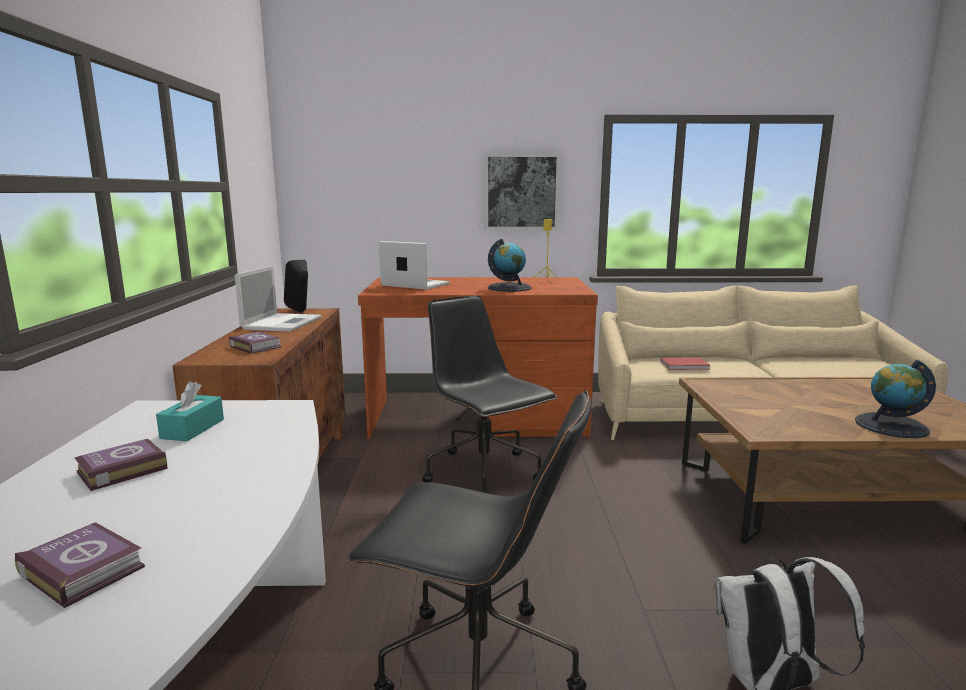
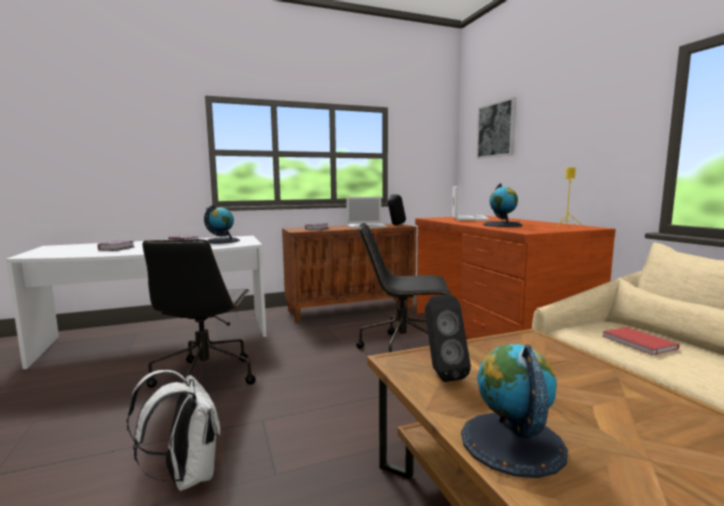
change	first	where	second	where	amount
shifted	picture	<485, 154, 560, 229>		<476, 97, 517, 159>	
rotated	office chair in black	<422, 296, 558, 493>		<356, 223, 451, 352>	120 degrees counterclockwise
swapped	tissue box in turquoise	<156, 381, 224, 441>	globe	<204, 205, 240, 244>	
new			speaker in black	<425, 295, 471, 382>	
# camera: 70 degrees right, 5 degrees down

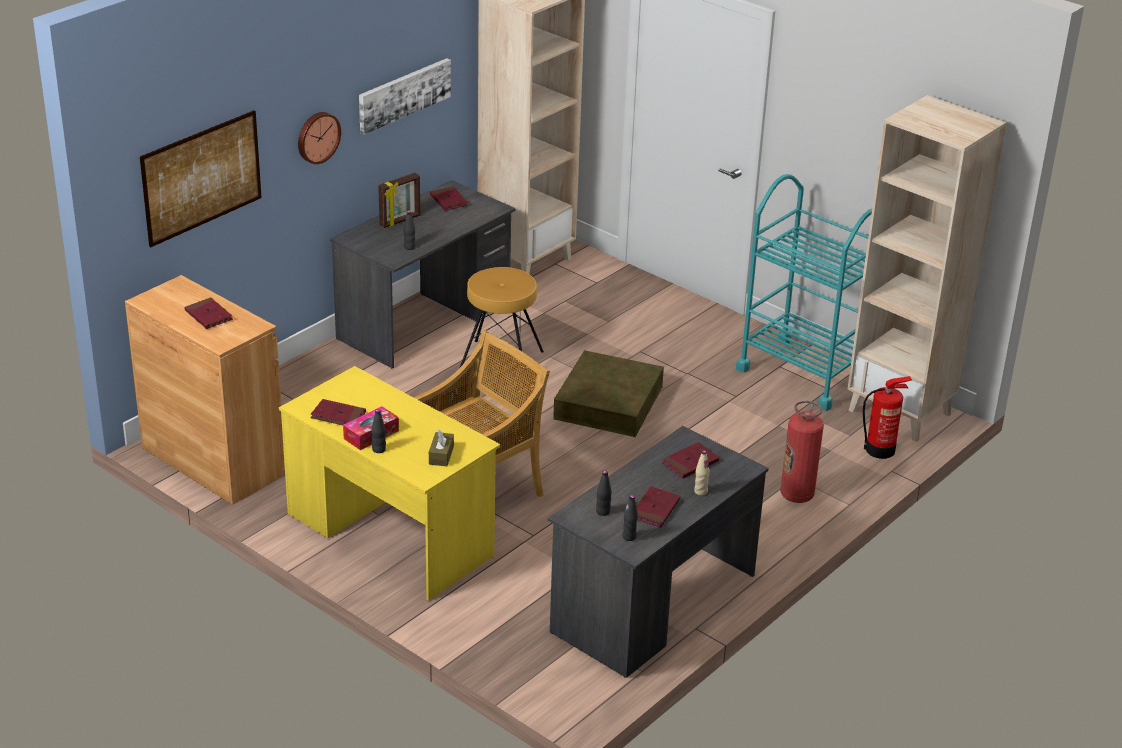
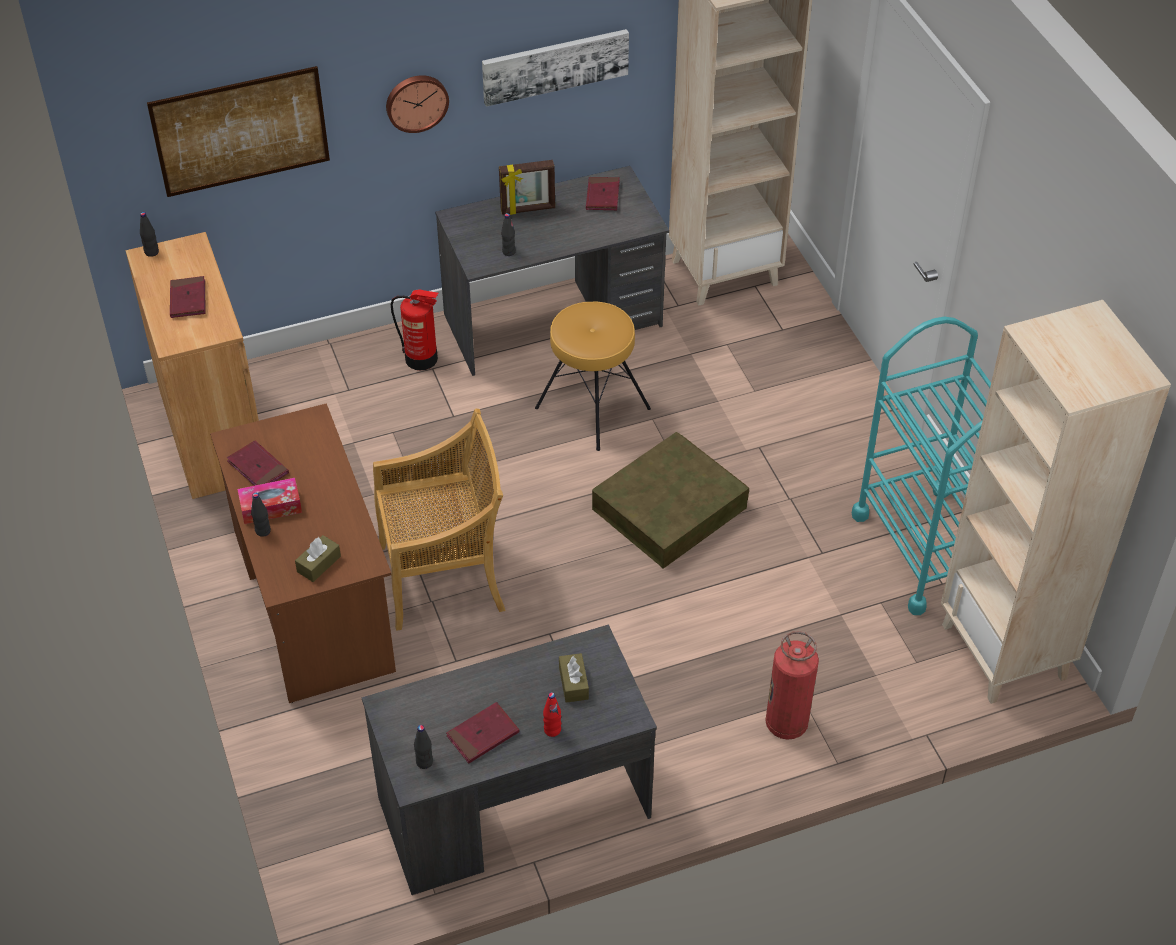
change	first	where	second	where	amount
repainted	desk in yellow	<279, 366, 500, 601>	desk in brown	<210, 403, 396, 703>	
shifted	fire extinguisher	<863, 376, 912, 459>		<390, 289, 438, 370>	
swapped	book in red	<662, 442, 719, 479>	tissue box in brown	<559, 653, 589, 703>	
repainted	bottle in beige	<694, 450, 710, 495>	bottle in red	<543, 692, 561, 737>	
shifted	bottle in black	<596, 470, 612, 516>		<140, 212, 159, 257>	
# camera: 30 degrees right, 15 degrees up

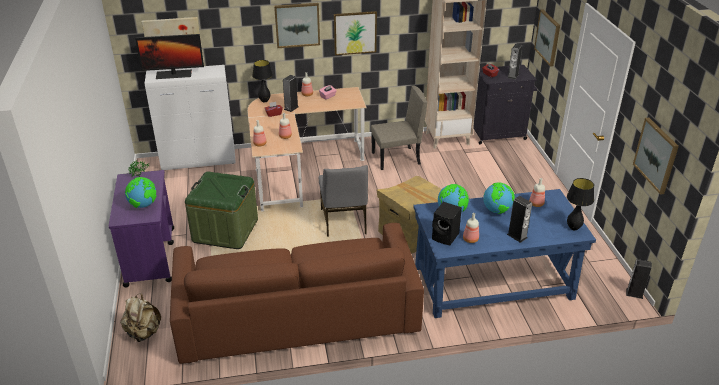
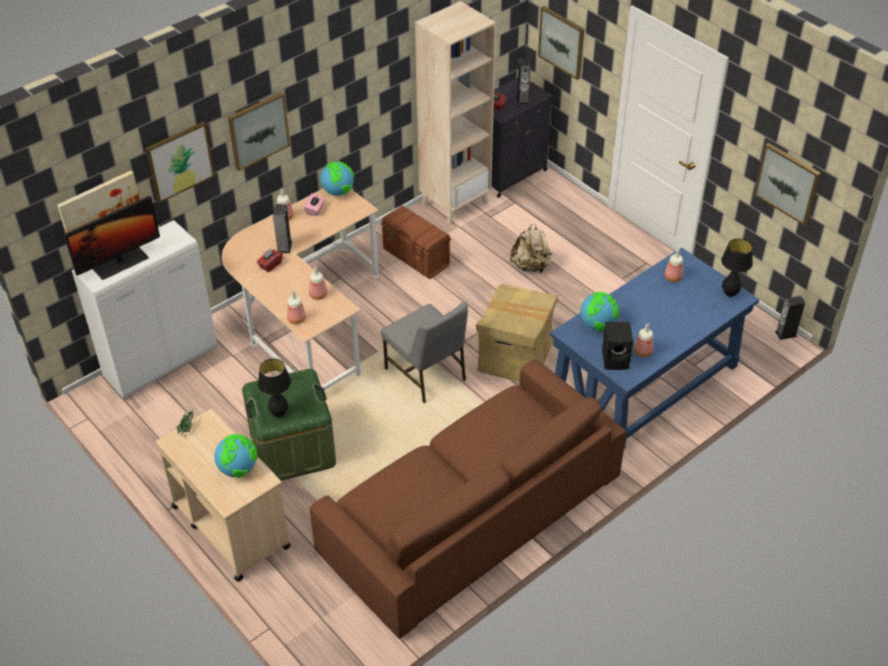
change	first	where	second	where	amount
shifted	picture	<334, 11, 377, 55>		<146, 122, 215, 203>	
shifted	table lamp in black	<252, 60, 273, 102>		<258, 359, 291, 417>	
swapped	chair in beige	<371, 85, 427, 170>	storage box in brown	<380, 206, 451, 279>	
repainted	cart in purple	<109, 170, 174, 287>	cart in beige	<156, 409, 291, 581>	
shifted	globe	<483, 183, 515, 214>		<320, 161, 354, 196>	
gone	speaker	<507, 196, 533, 243>			
shifted	backpack in beige	<120, 294, 161, 342>		<510, 224, 552, 274>	
# camera: 30 degrees left, 10 degrees up

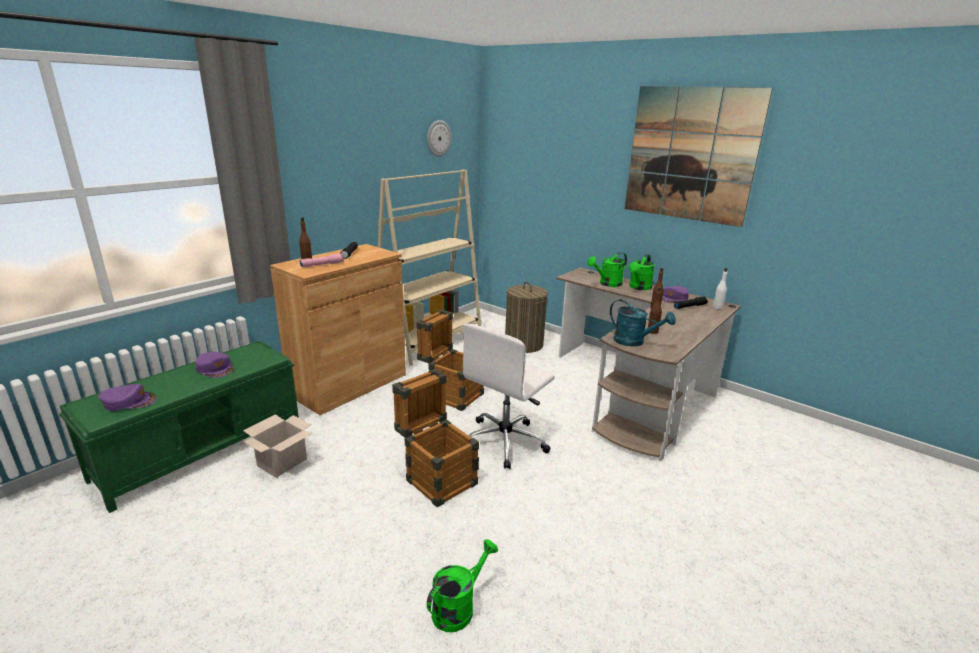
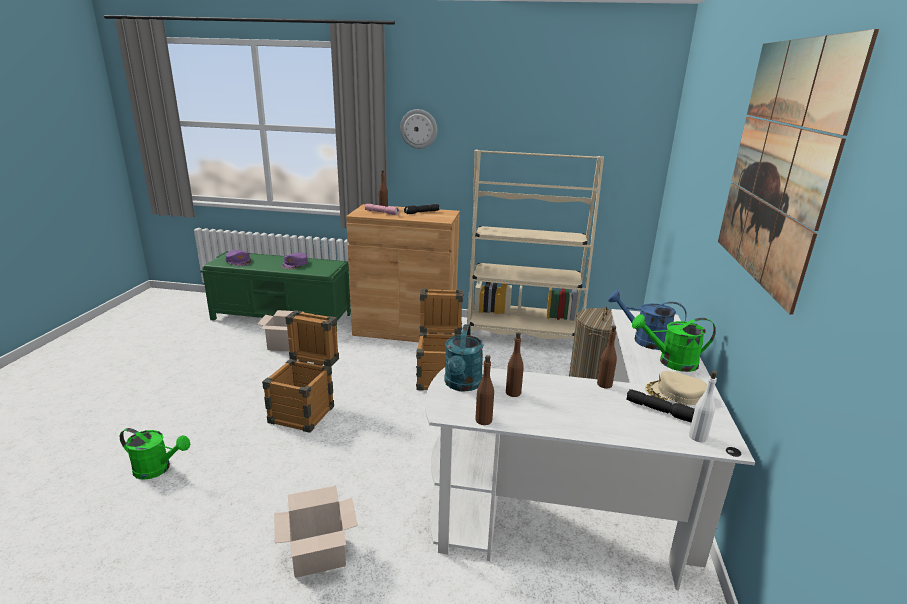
change	first	where	second	where	amount
shifted	wall clock	<427, 120, 451, 157>		<400, 109, 437, 149>	
repainted	watering can in green	<587, 252, 627, 287>	watering can in blue	<608, 290, 687, 350>	
repainted	desk in brown	<556, 268, 741, 461>	desk in white	<425, 309, 755, 590>	
repainted	cap in purple	<662, 286, 689, 303>	cap in beige	<645, 371, 707, 405>	
gone	office chair in white	<463, 324, 555, 469>			
new			bottle in brown	<475, 355, 494, 425>	
new			cardboard box	<274, 486, 358, 578>	
# camera: 60 degrees right, 0 degrees up

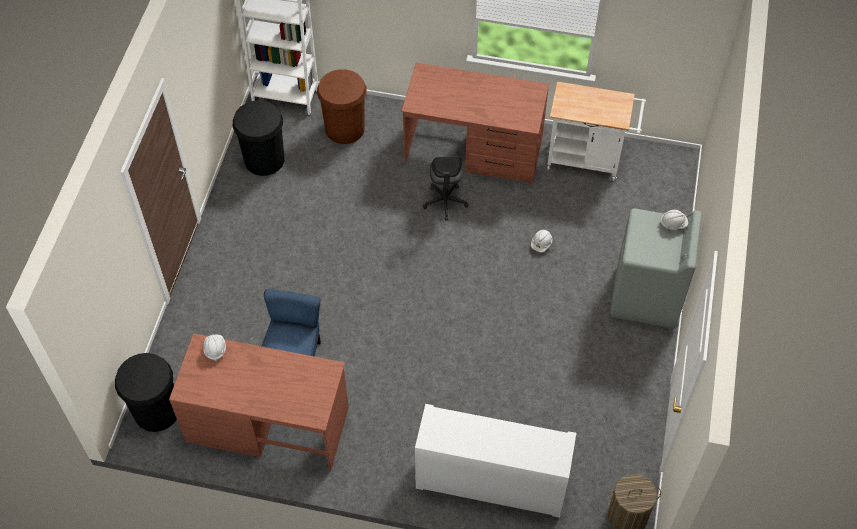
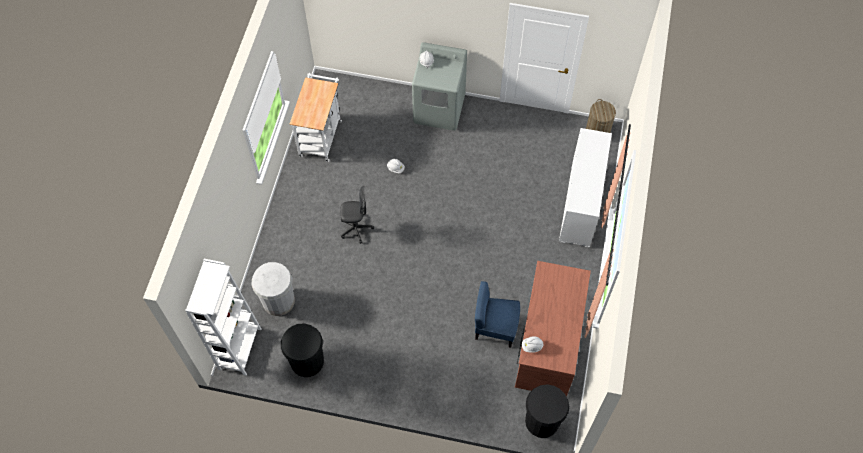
change	first	where	second	where	amount
gone	desk in brown	<401, 62, 549, 184>			
repainted	trash can in brown	<317, 69, 366, 144>	trash can in white	<251, 262, 295, 316>	
# camera: 90 degrees left, 5 degrees up

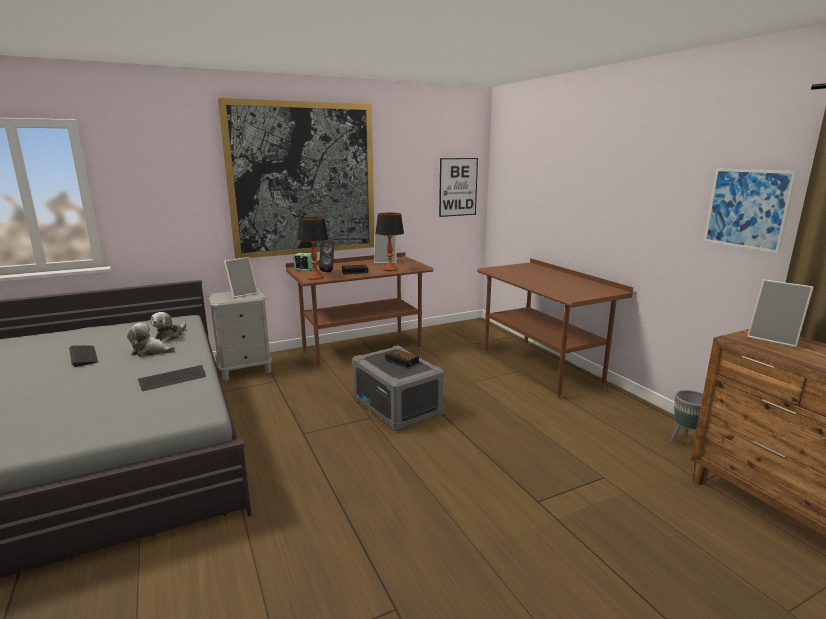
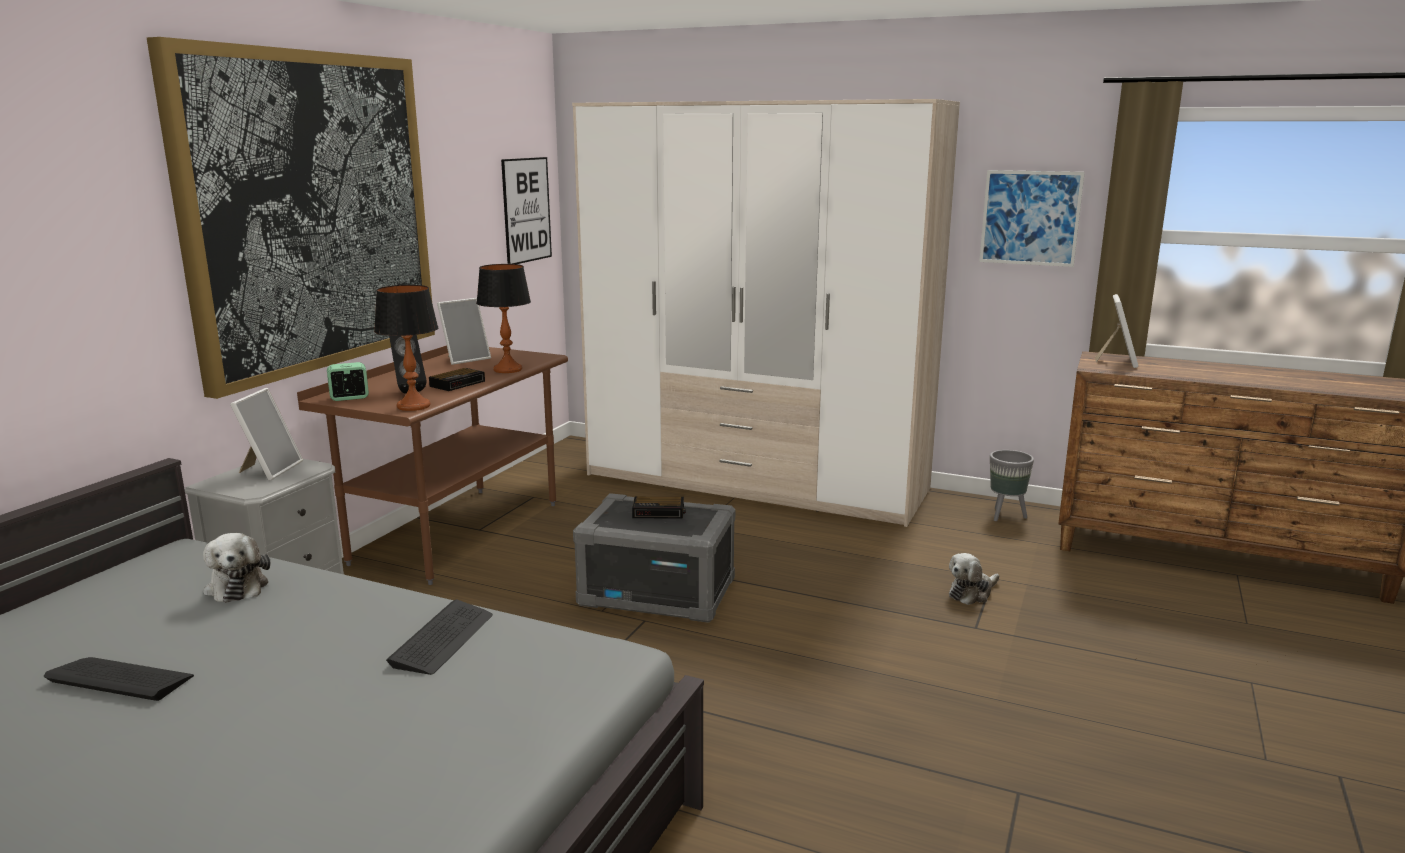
change	first	where	second	where	amount
swapped	desk in brown	<477, 258, 633, 398>	wardrobe	<572, 99, 960, 527>	
rotated	picture frame	<747, 279, 813, 348>		<1095, 294, 1138, 368>	75 degrees counterclockwise
shifted	plush toy	<127, 323, 175, 357>		<949, 553, 999, 605>	
# camera: 40 degrees left, 0 degrees up

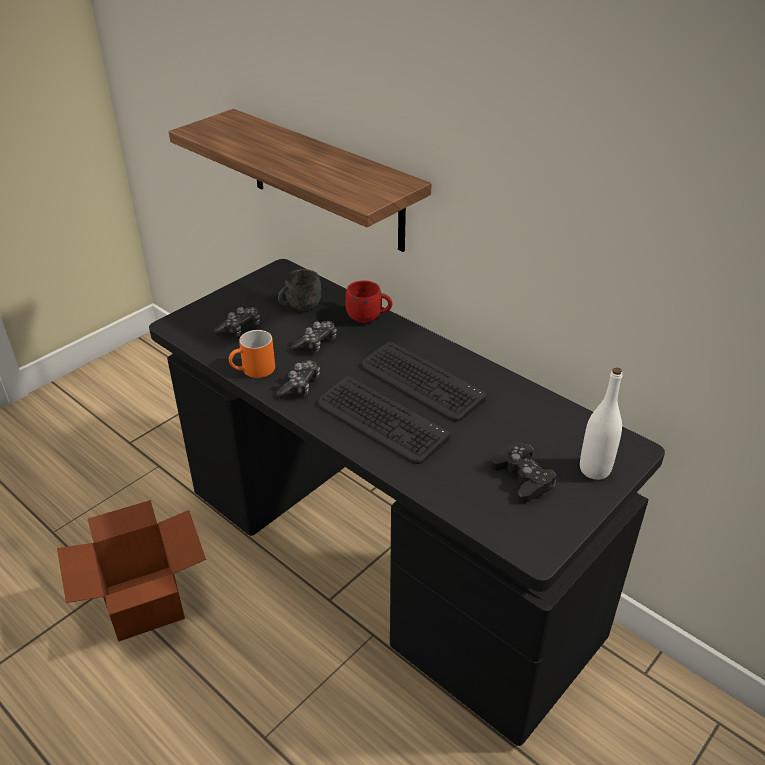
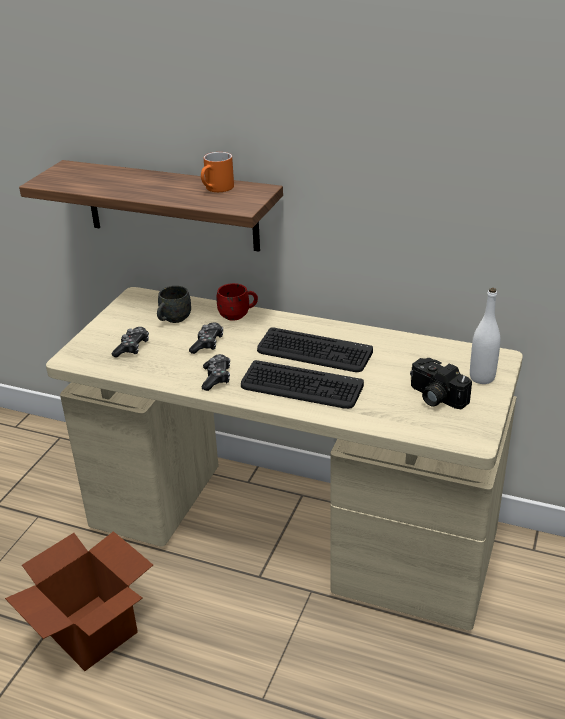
change	first	where	second	where	amount
repainted	desk in black	<149, 259, 665, 746>	desk in beige	<46, 287, 523, 630>	
shifted	mug in orange	<229, 330, 275, 378>		<201, 152, 234, 192>	
swapped	game controller in black	<491, 443, 556, 504>	photo camera	<410, 358, 472, 410>	
# camera: 20 degrees left, 5 degrees down

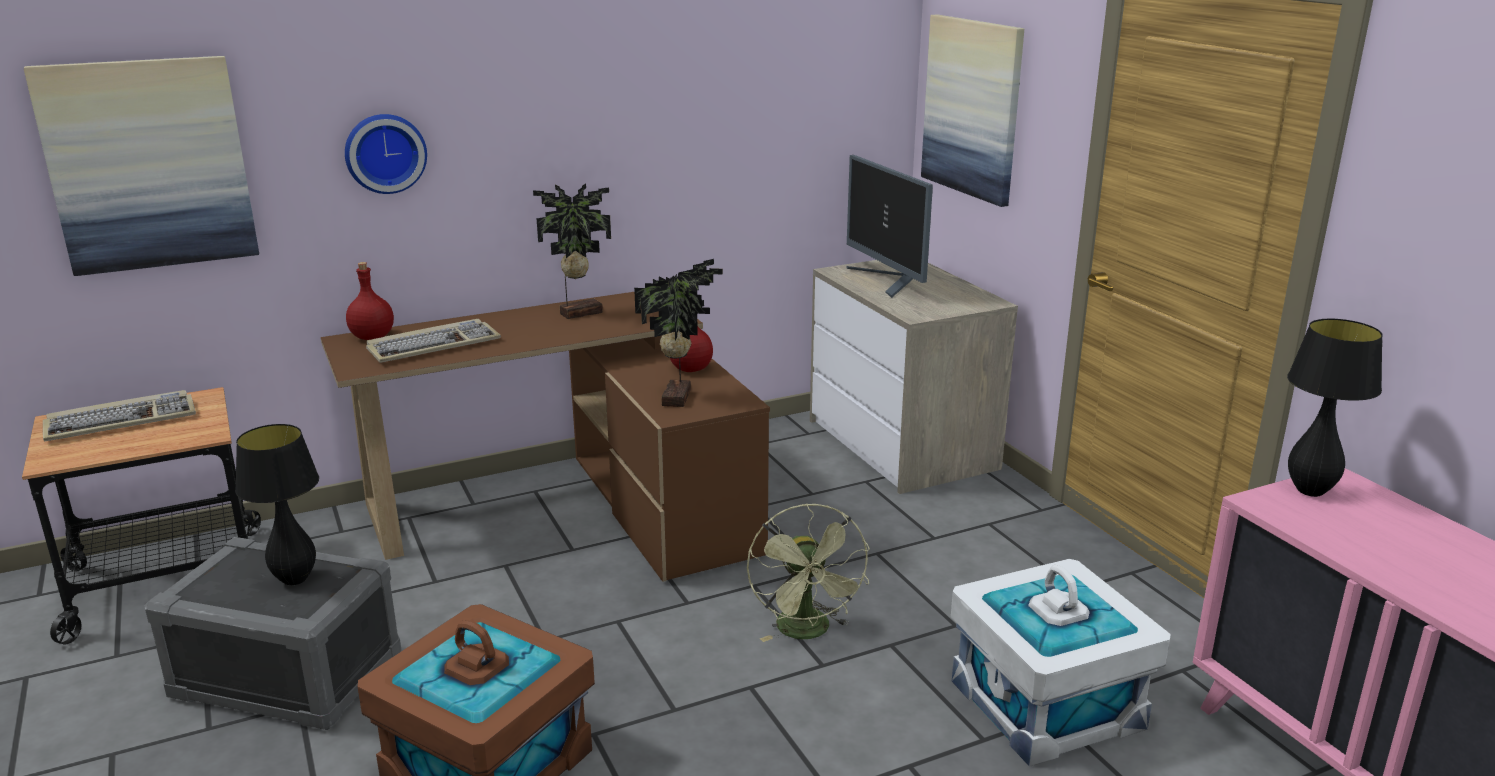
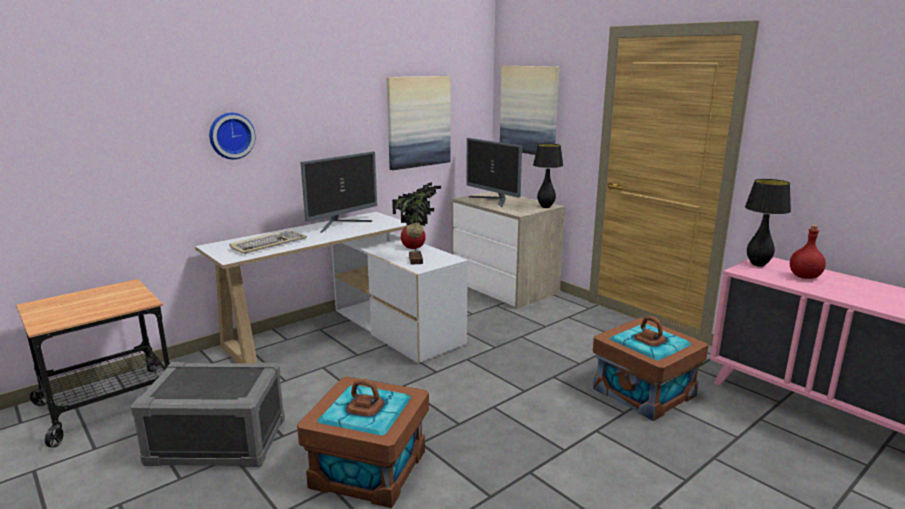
change	first	where	second	where	amount
shifted	picture	<24, 56, 259, 276>		<387, 76, 450, 170>	
swapped	potted plant	<533, 183, 611, 319>	monitor	<301, 152, 377, 233>	
shifted	bottle in red	<346, 262, 394, 340>		<790, 225, 826, 279>	
repainted	desk in brown	<321, 292, 770, 582>	desk in white	<195, 212, 468, 364>	
gone	keyboard	<43, 390, 196, 442>			
shifted	table lamp in black	<235, 424, 319, 585>		<533, 144, 563, 208>	
gone	fan in green	<747, 503, 870, 642>			
repainted	storage box in white	<951, 559, 1170, 767>	storage box in brown	<593, 316, 708, 421>	
# camera: 15 degrees left, 5 degrees down

